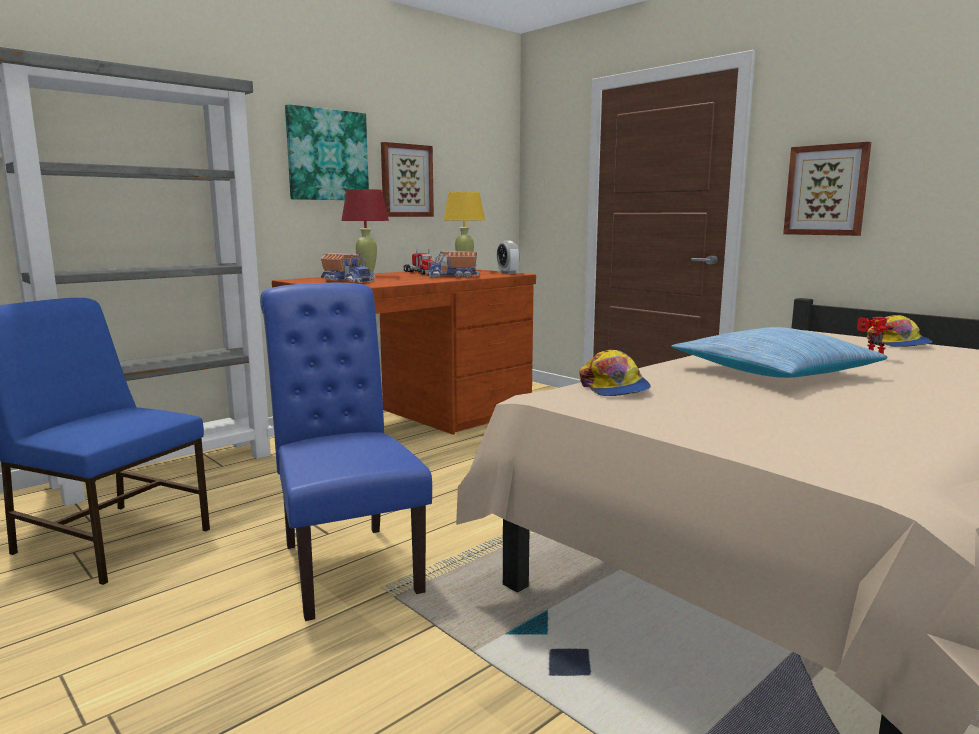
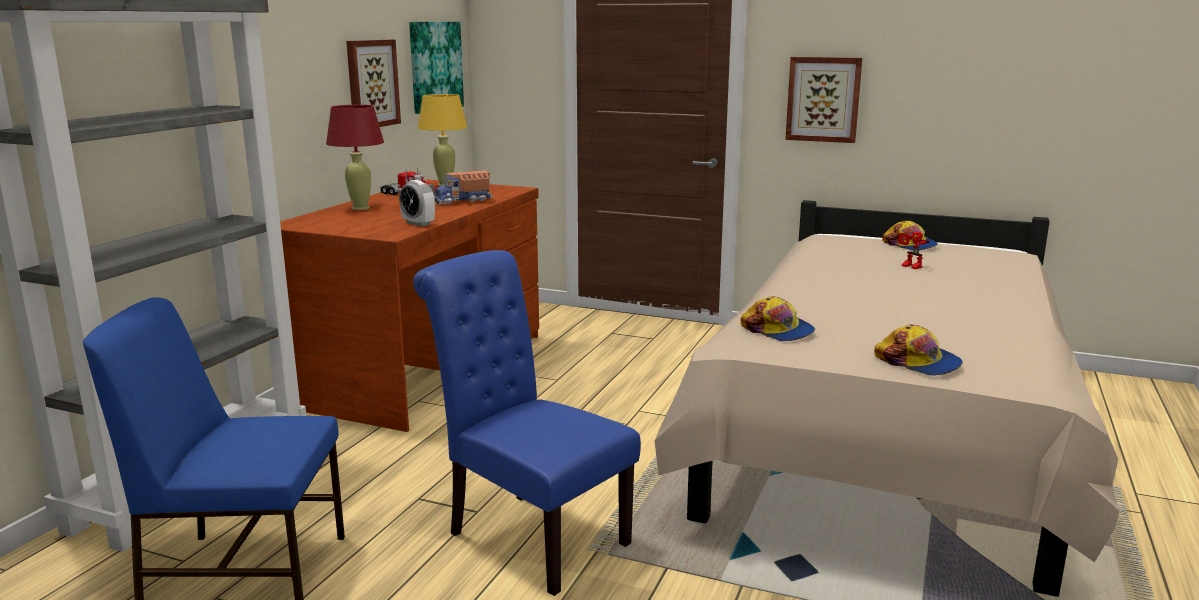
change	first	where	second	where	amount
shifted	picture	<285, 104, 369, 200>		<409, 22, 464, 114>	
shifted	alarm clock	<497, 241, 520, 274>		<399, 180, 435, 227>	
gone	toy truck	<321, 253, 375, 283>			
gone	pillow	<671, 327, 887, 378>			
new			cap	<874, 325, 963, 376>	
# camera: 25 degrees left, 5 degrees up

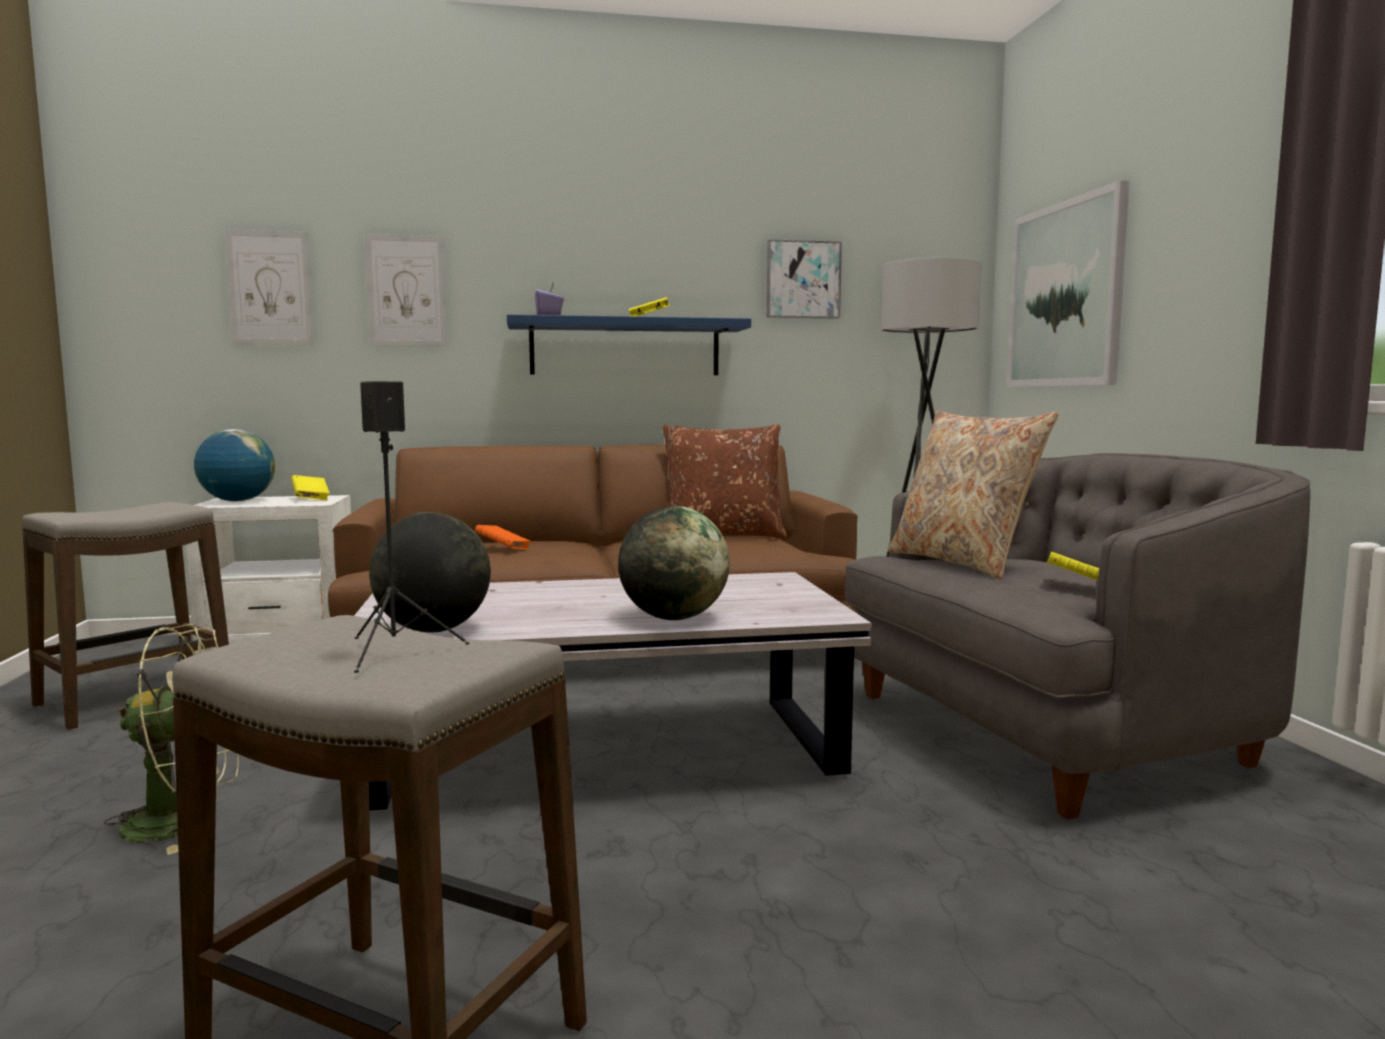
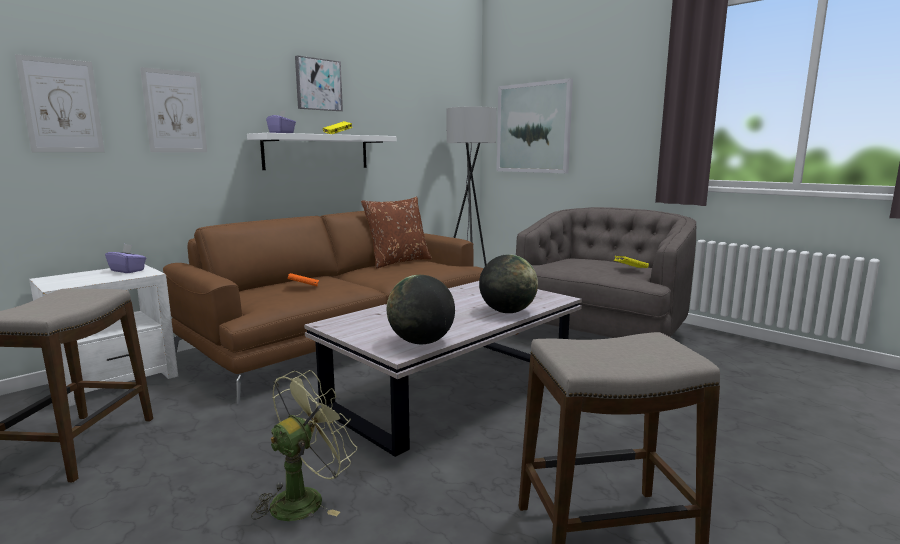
change	first	where	second	where	amount
shifted	picture	<767, 239, 842, 319>		<295, 55, 343, 111>	
repainted	shelf in blue	<507, 314, 751, 375>	shelf in white	<247, 133, 397, 170>	
gone	speaker in black	<354, 381, 469, 673>			
gone	pillow in beige	<888, 410, 1058, 580>			
gone	globe	<194, 429, 275, 501>			
swapped	book in yellow	<291, 475, 330, 500>	tissue box in purple	<105, 244, 146, 273>	
# camera: 35 degrees left, 5 degrees up

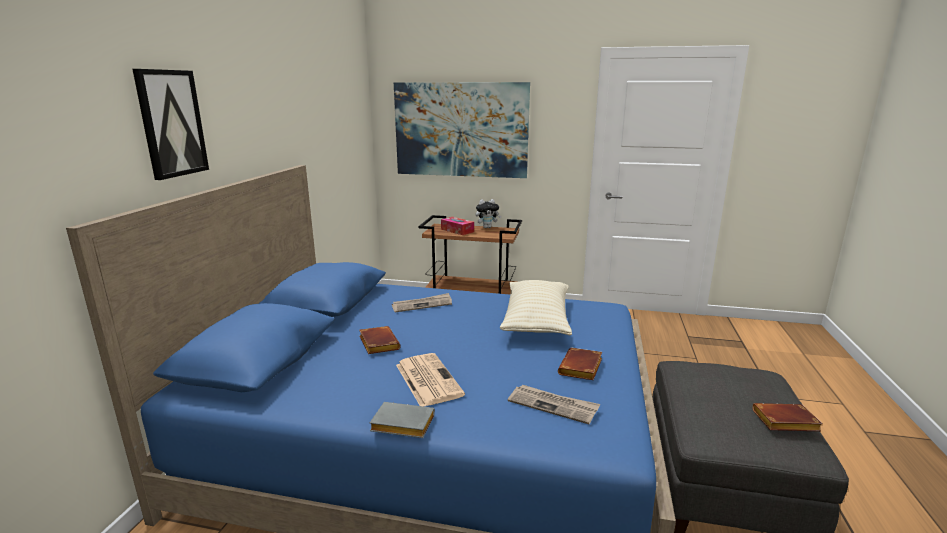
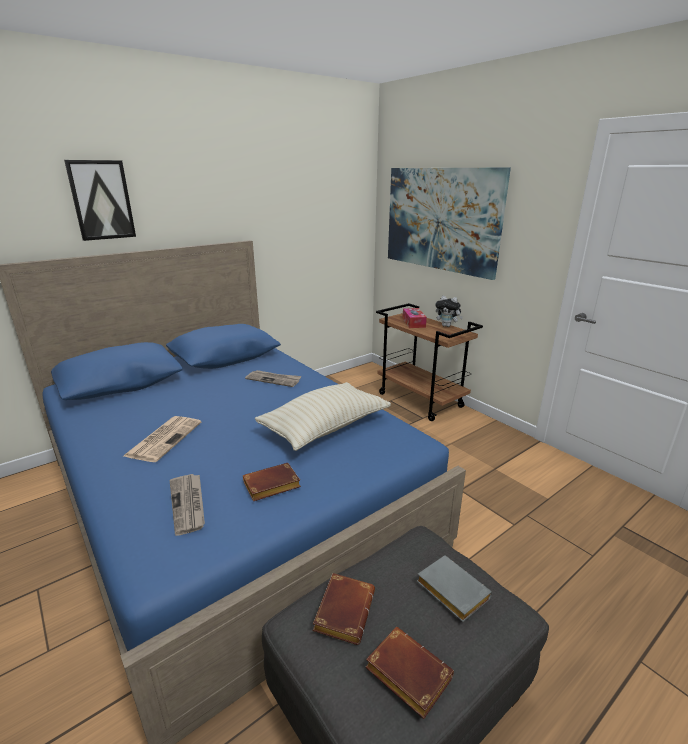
change	first	where	second	where	amount
shifted	book in brown	<359, 326, 400, 354>		<313, 573, 375, 645>	
shifted	book in grey	<370, 402, 435, 438>		<417, 555, 492, 622>	
# camera: 40 degrees right, 5 degrees up

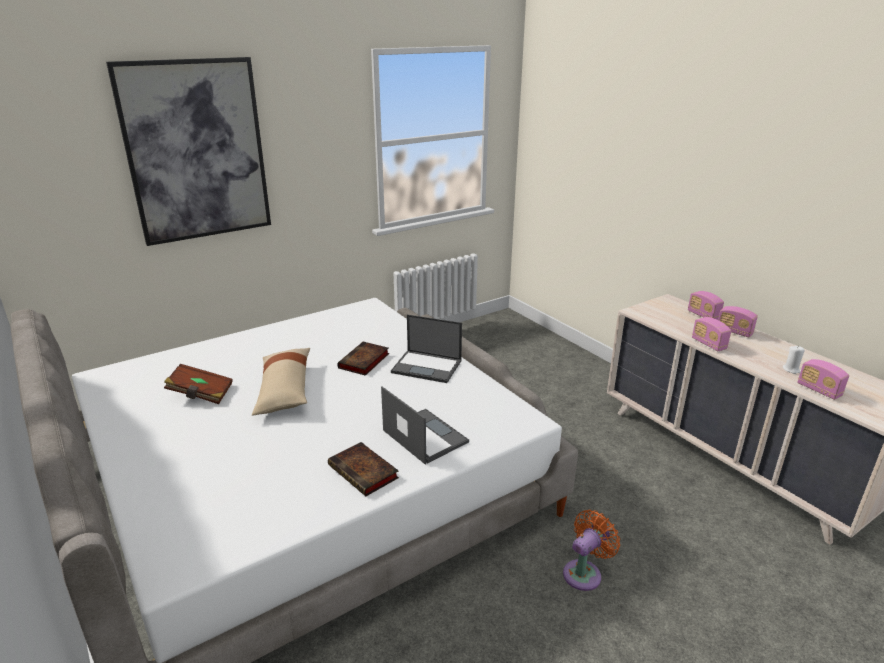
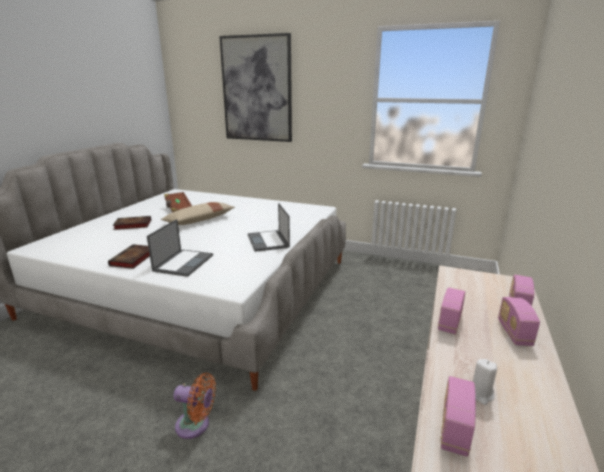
change	first	where	second	where	amount
shifted	book	<337, 342, 389, 376>		<113, 216, 151, 230>	
# camera: 55 degrees right, 5 degrees down

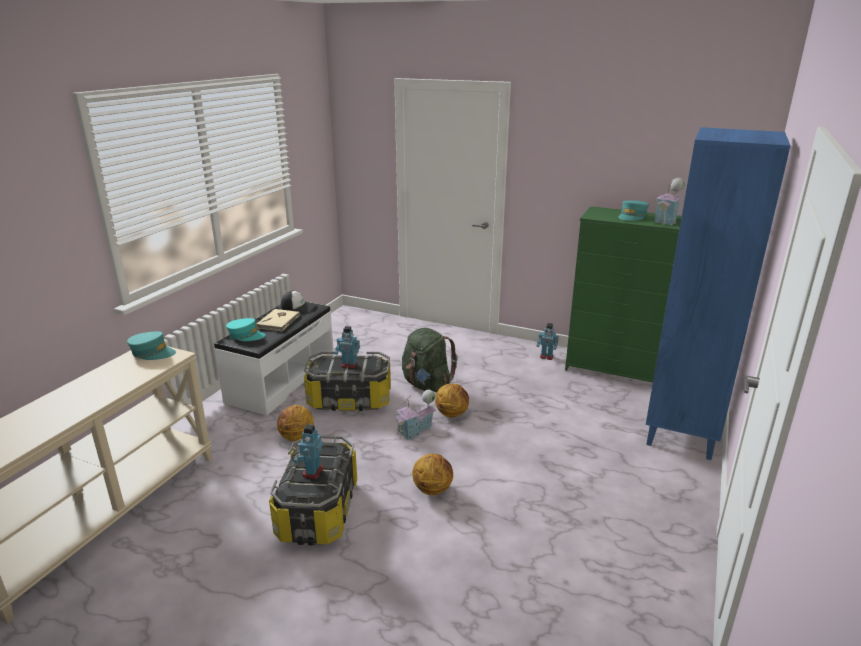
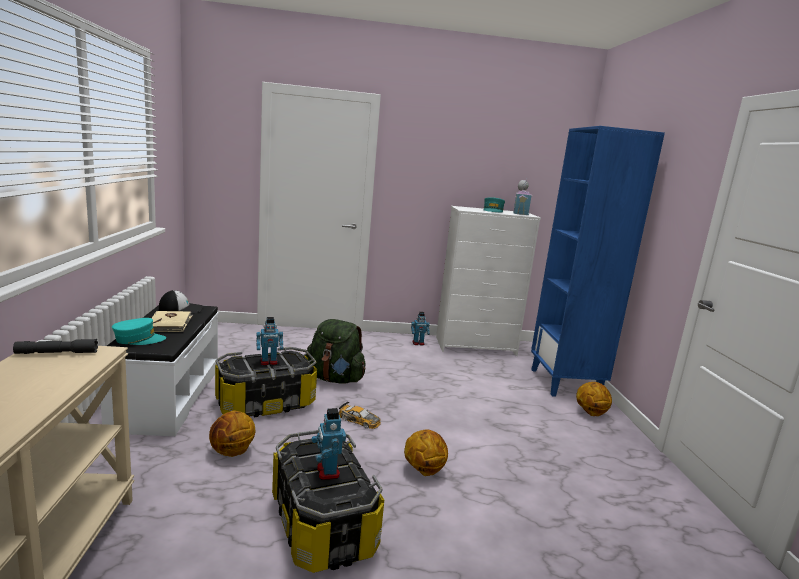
change	first	where	second	where	amount
repainted	dresser in green	<565, 206, 682, 383>	dresser in white	<436, 206, 541, 356>	
swapped	cap in turquoise	<127, 332, 176, 360>	flashlight in grey	<13, 339, 98, 354>	
shifted	basketball	<435, 383, 469, 418>		<576, 382, 612, 416>	
swapped	toy house	<394, 390, 437, 440>	toy car	<339, 402, 381, 429>	
# camera: 30 degrees left, 10 degrees down

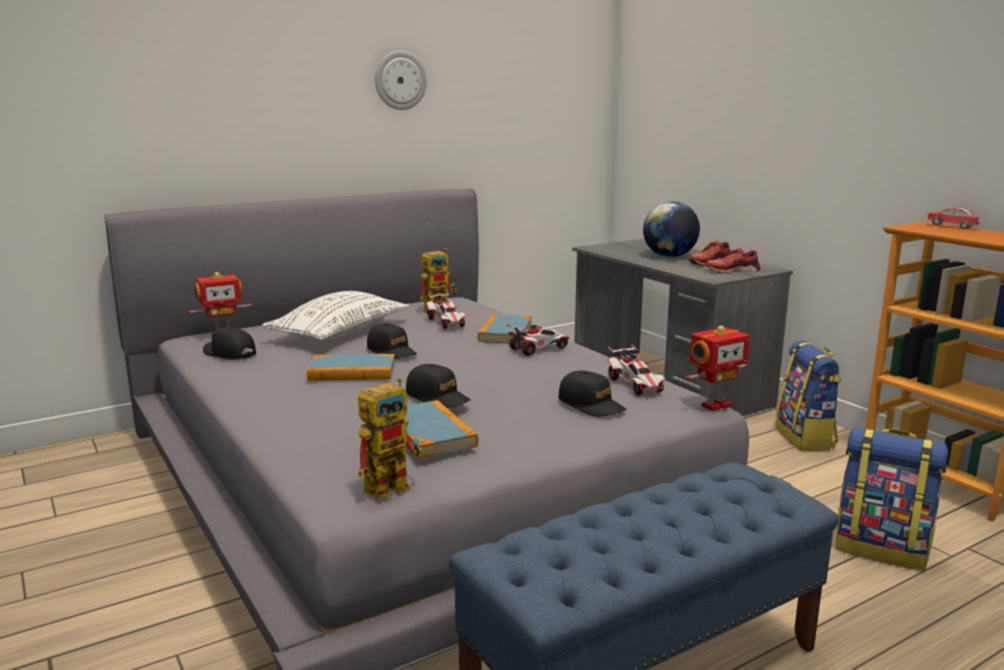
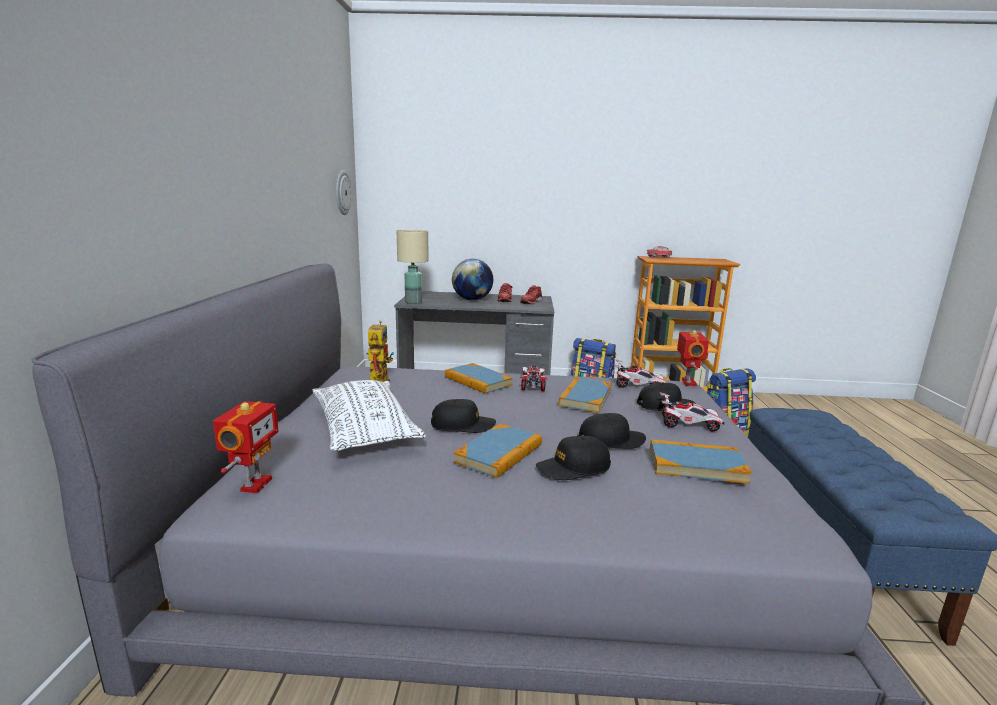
change	first	where	second	where	amount
shifted	wall clock	<375, 51, 427, 110>		<336, 170, 352, 215>	
shifted	toy car	<426, 291, 466, 329>		<660, 392, 725, 432>	
shifted	cap in black	<203, 326, 256, 360>		<536, 436, 611, 480>	
gone	toy robot	<358, 377, 422, 500>			
new			table lamp in beige	<397, 230, 428, 304>	
new			book	<558, 377, 612, 413>	
# camera: 55 degrees left, 0 degrees up

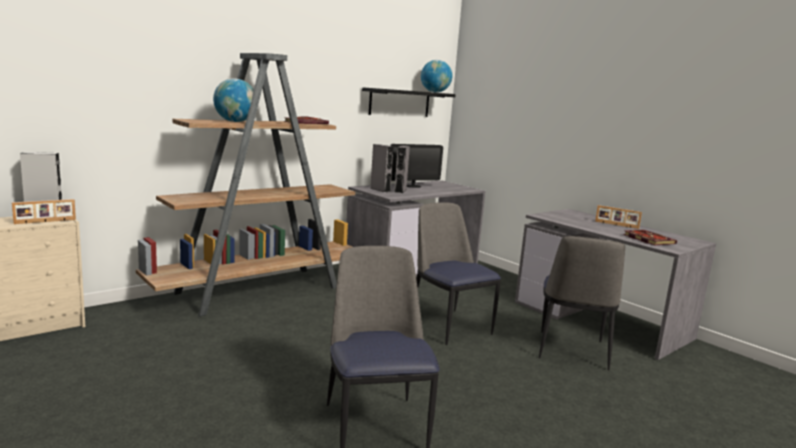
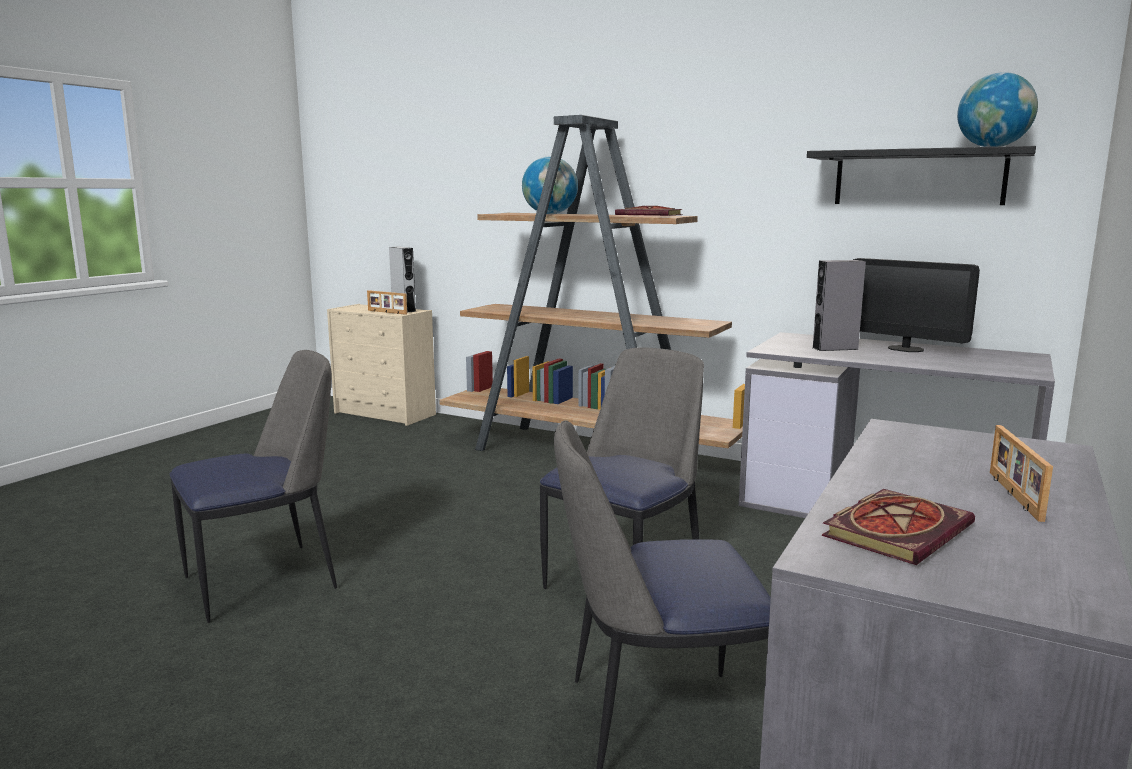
change	first	where	second	where	amount
gone	speaker in grey	<370, 144, 394, 192>			
# camera: 70 degrees right, 0 degrees up

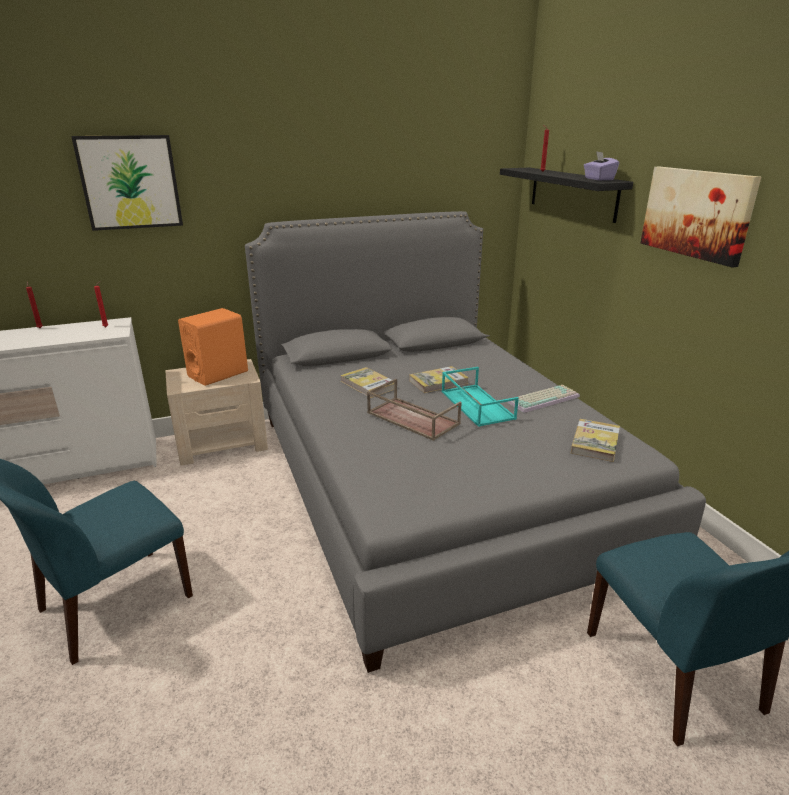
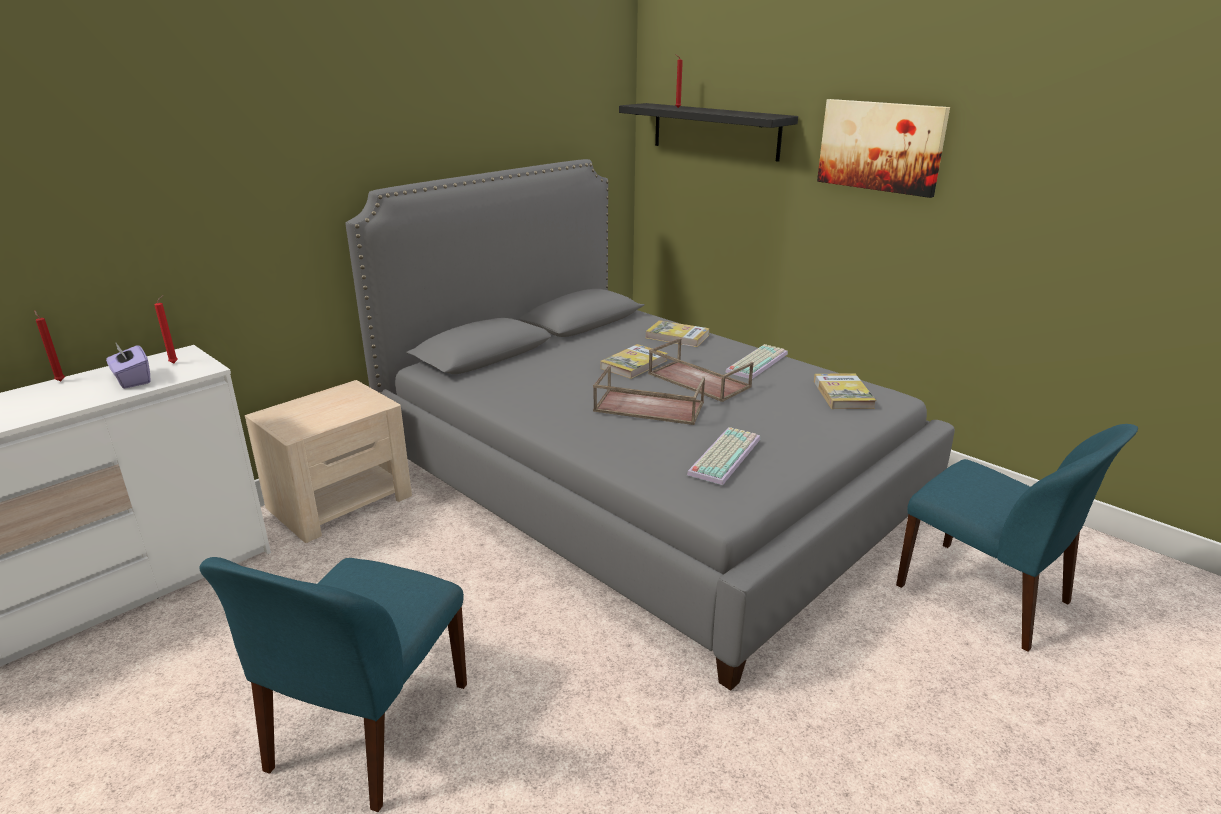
change	first	where	second	where	amount
gone	picture	<71, 135, 183, 231>			
shifted	tissue box in purple	<584, 151, 619, 180>		<106, 343, 150, 389>	
gone	speaker in orange	<178, 308, 248, 386>			
shifted	book	<340, 367, 394, 398>		<646, 320, 710, 347>	
repainted	tray in turquoise	<442, 367, 519, 427>	tray in brown	<648, 338, 754, 402>	
new			keyboard	<687, 427, 760, 485>	
# camera: 25 degrees left, 0 degrees up

